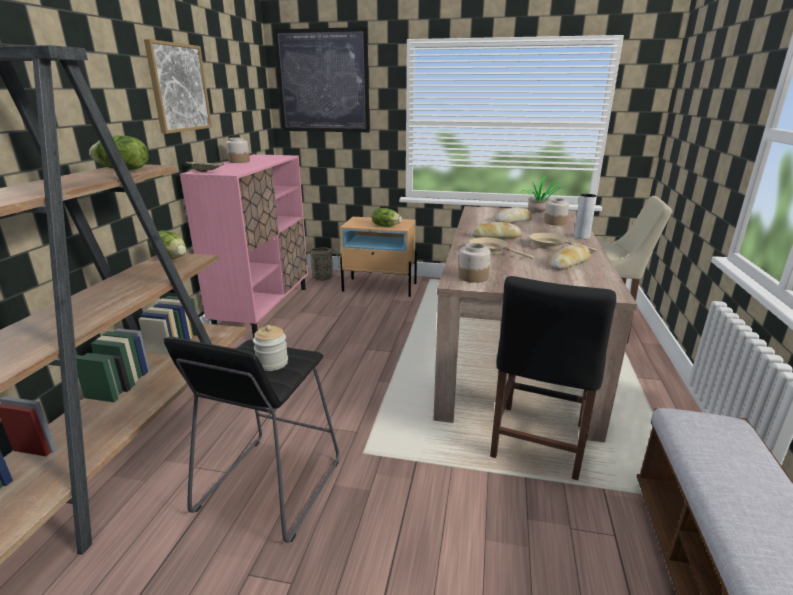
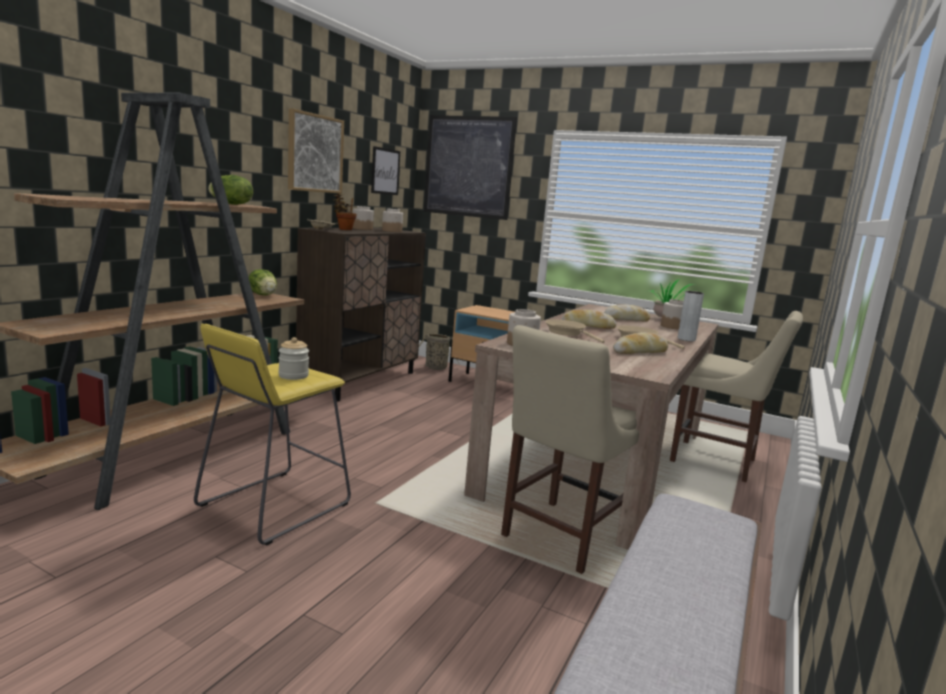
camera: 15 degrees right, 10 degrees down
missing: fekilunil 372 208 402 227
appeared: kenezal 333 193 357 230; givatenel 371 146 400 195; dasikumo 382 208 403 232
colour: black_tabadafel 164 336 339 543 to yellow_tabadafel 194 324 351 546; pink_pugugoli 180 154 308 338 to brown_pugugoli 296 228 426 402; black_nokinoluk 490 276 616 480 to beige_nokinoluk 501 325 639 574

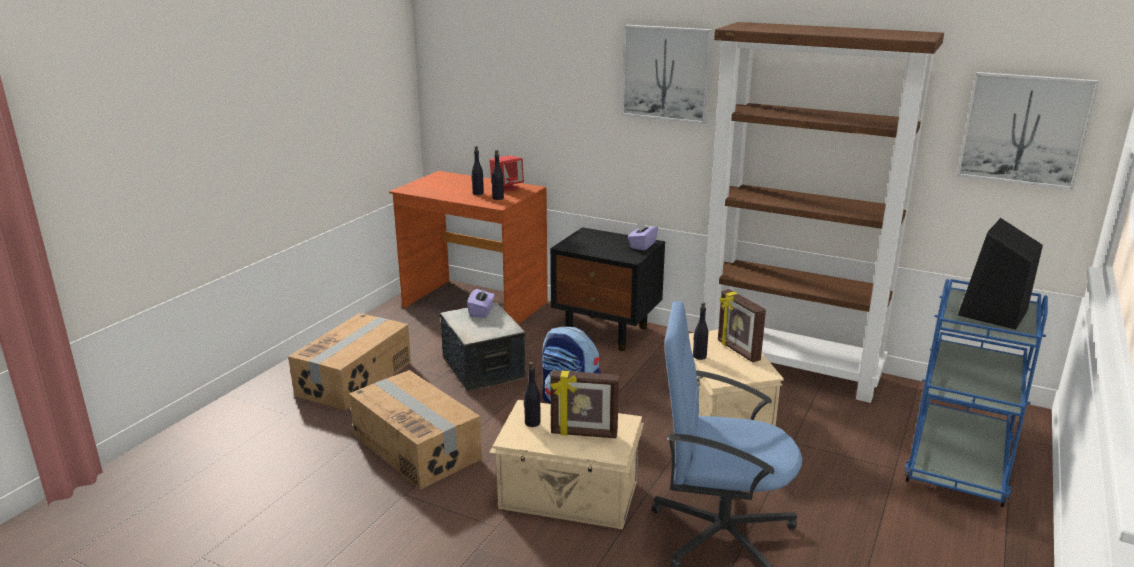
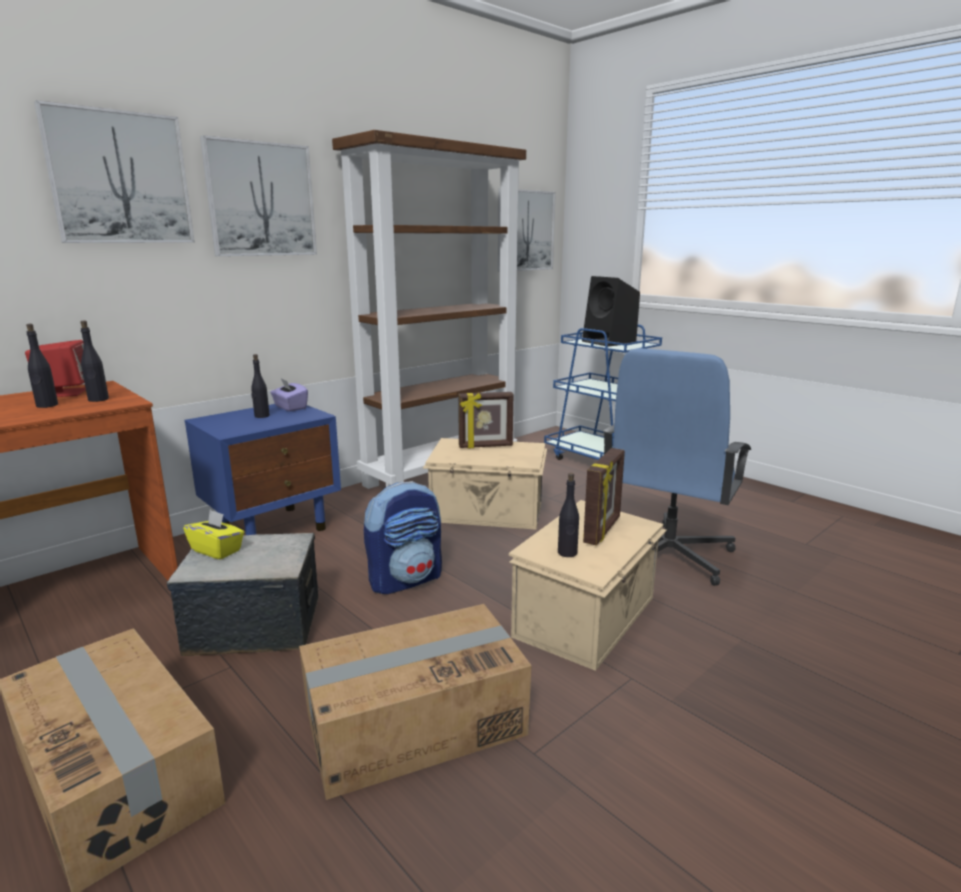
camera: 70 degrees left, 5 degrees down
appeared: givatenel 34 100 195 243
relocated: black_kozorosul 693 302 708 360 to 251 354 270 418
colour: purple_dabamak 467 287 495 318 to yellow_dabamak 183 510 244 560; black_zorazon 550 227 665 351 to blue_zorazon 184 404 341 535

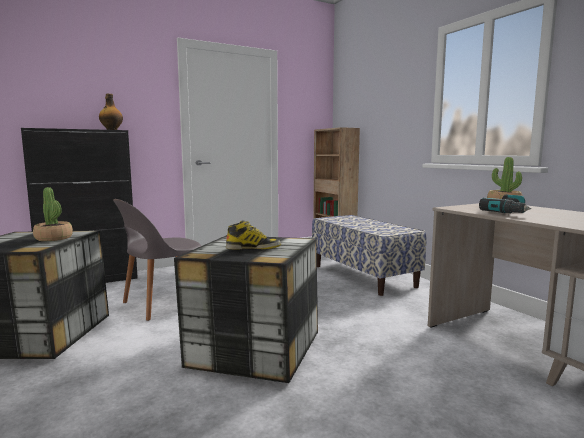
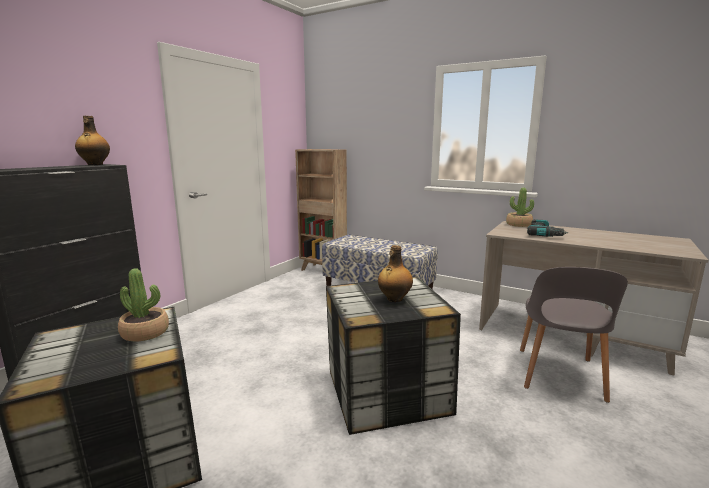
camera: 30 degrees left, 5 degrees up
relocated: grey_nokinoluk 113 199 201 321 to 520 267 628 403
exchanged: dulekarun 226 220 281 250 to kozorosul 378 245 413 302

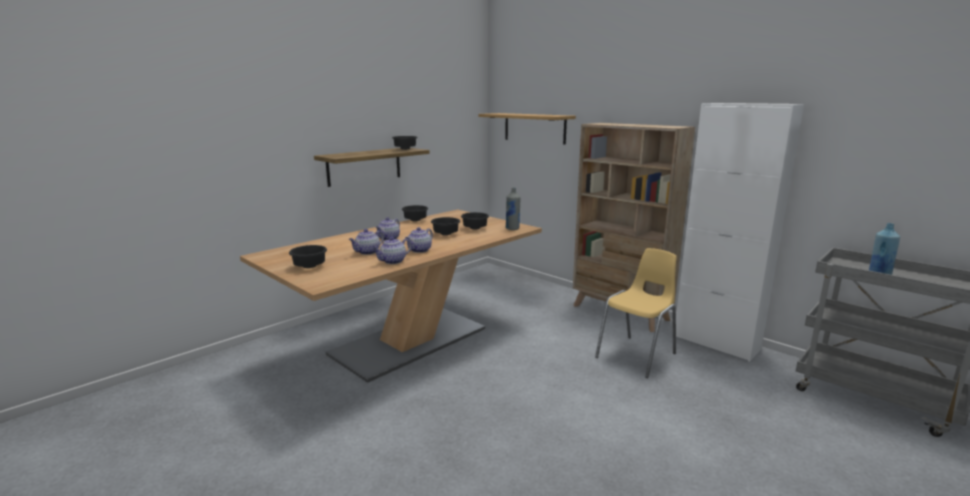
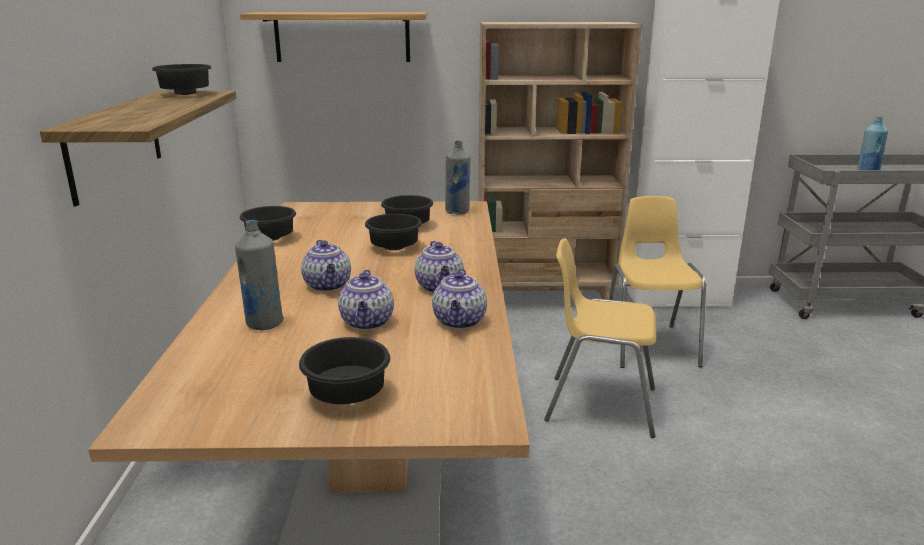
camera: 45 degrees left, 5 degrees up
appeared: grey_kozorosul 235 220 284 330; yellow_nokinoluk 544 238 656 438

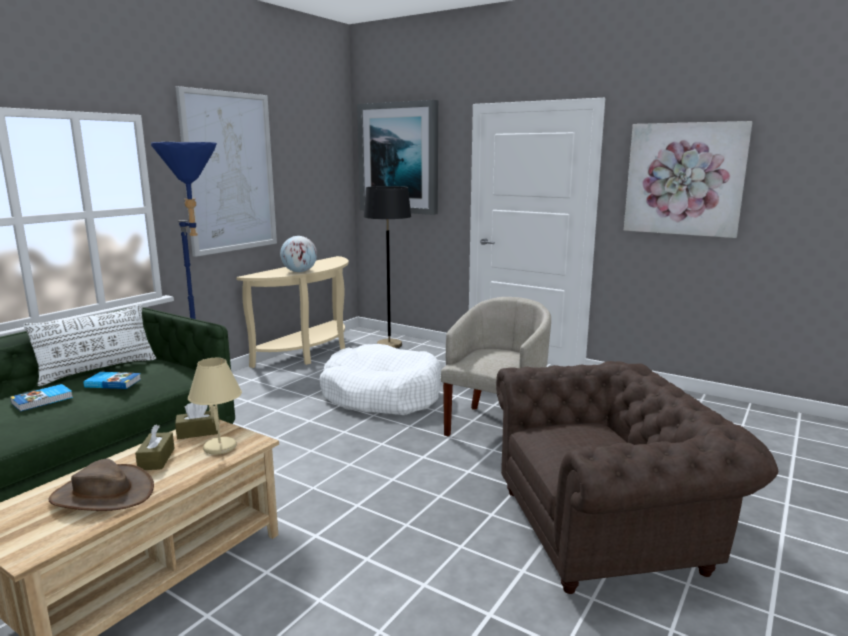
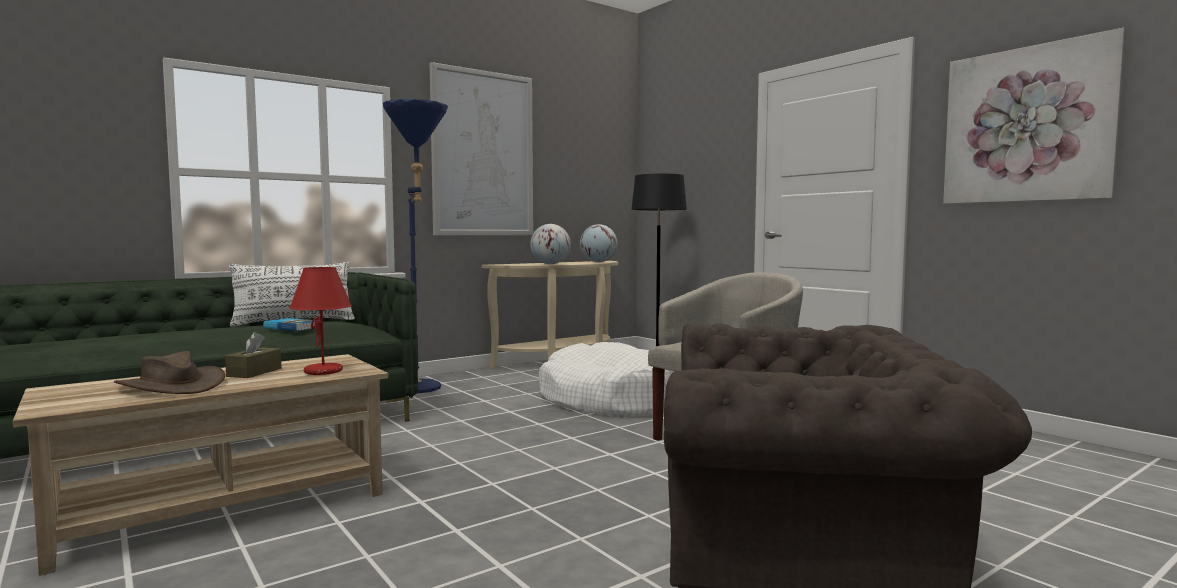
camera: 20 degrees right, 10 degrees down
missing: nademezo 10 384 73 411; brown_dabamak 175 403 219 439; givatenel 357 100 438 215
appeared: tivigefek 580 224 617 262
colour: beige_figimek 188 358 242 455 to red_figimek 290 267 352 375

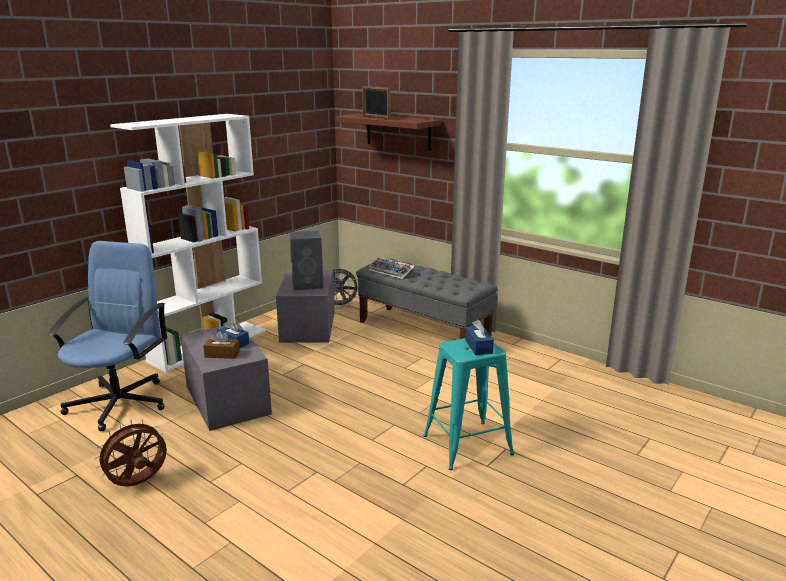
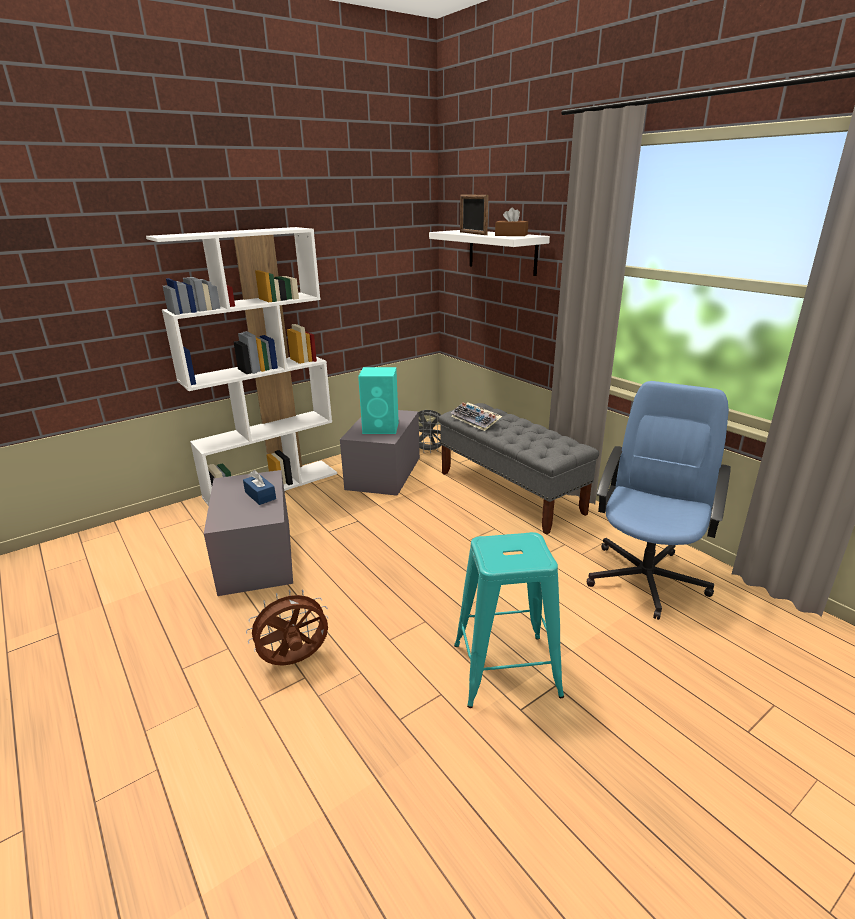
camera: 15 degrees right, 5 degrees up
missing: blue_dabamak 465 320 494 355
relocated: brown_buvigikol 94 419 167 487 to 246 589 329 666; brown_dabamak 203 331 240 359 to 495 207 528 236; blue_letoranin 48 241 167 431 to 587 381 731 620
colour: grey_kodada 289 231 324 291 to turquoise_kodada 358 367 399 434; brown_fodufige 335 113 441 151 to white_fodufige 429 230 550 276

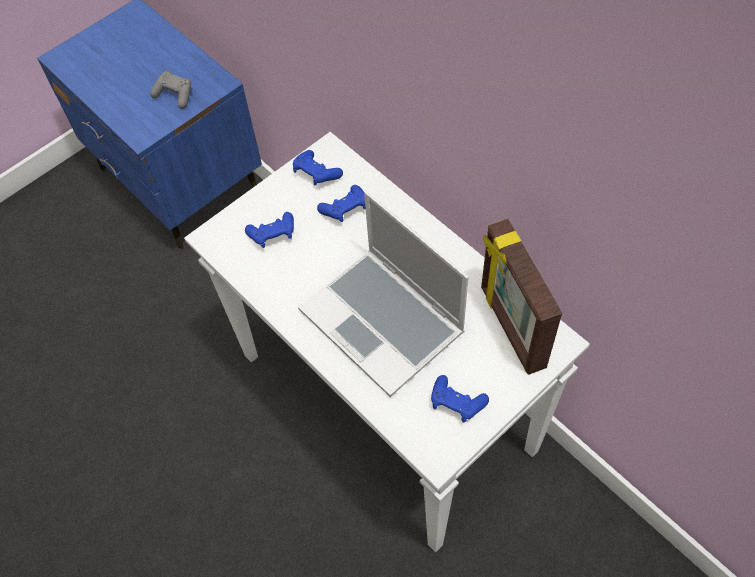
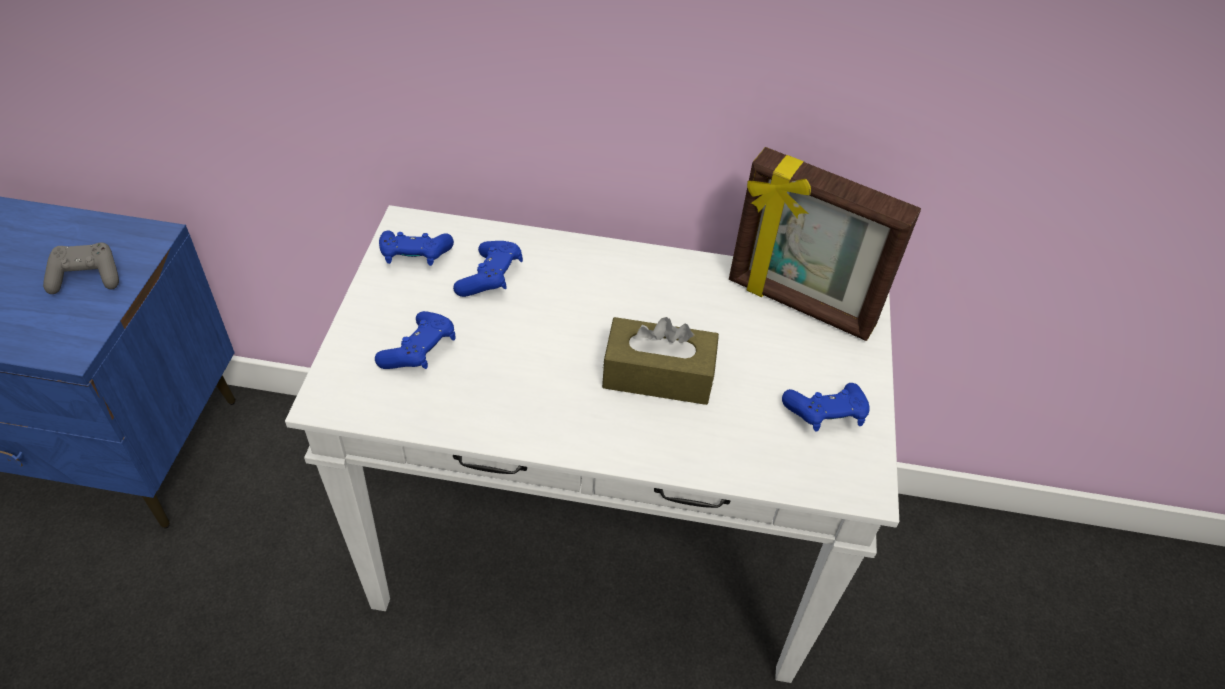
camera: 45 degrees left, 10 degrees down
exchanged: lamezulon 298 191 469 397 to brown_dabamak 602 317 719 405

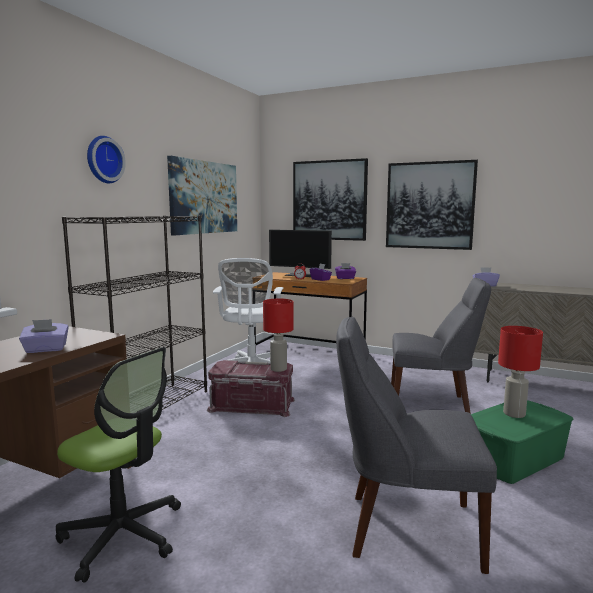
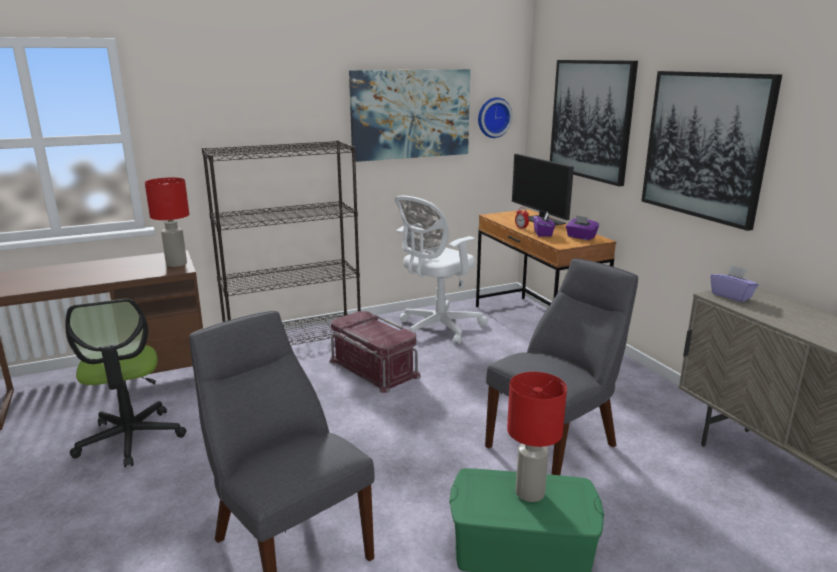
camera: 40 degrees right, 10 degrees up
missing: purple_dabamak 19 319 69 353
relocated: red_figimek 263 298 294 372 to 145 178 189 267; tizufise 87 136 126 183 to 478 97 513 138
spun: grey_nokinoluk 391 278 491 414 = 485 259 638 475 90 degrees counterclockwise

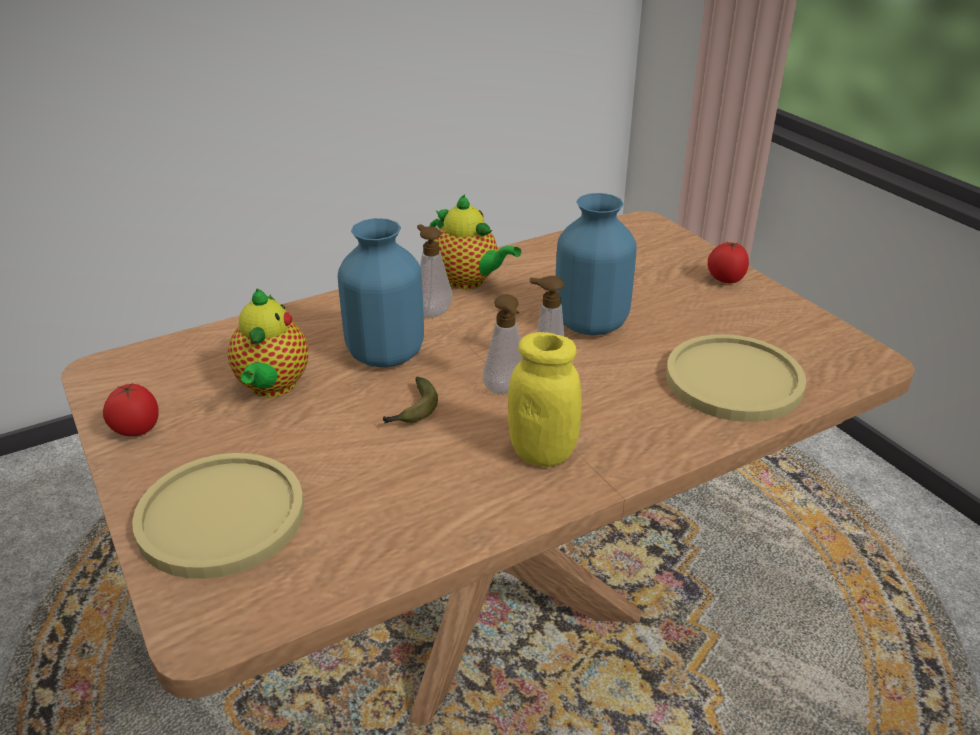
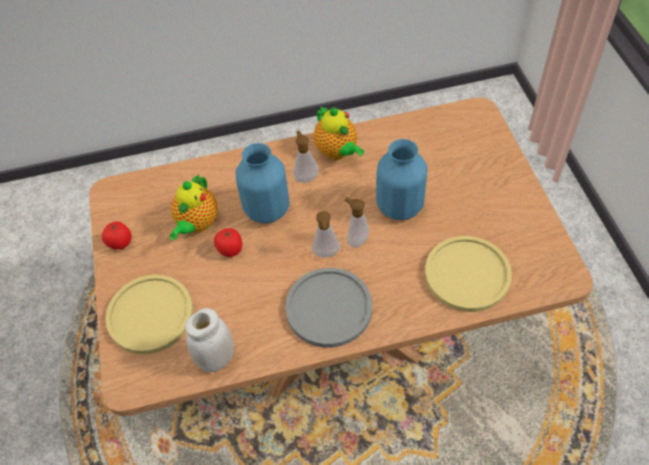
camera: 20 degrees right, 20 degrees up
missing: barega 383 377 438 424
appeared: white_dasikumo 185 308 234 372
relocated: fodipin 708 242 749 283 to 214 228 242 257
exchanged: yellow_dasikumo 508 332 582 467 to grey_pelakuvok 285 268 372 348

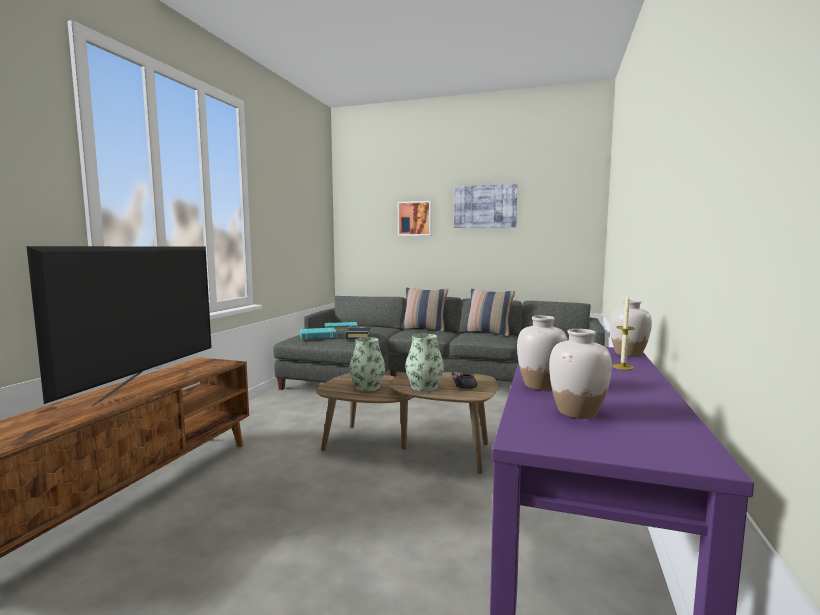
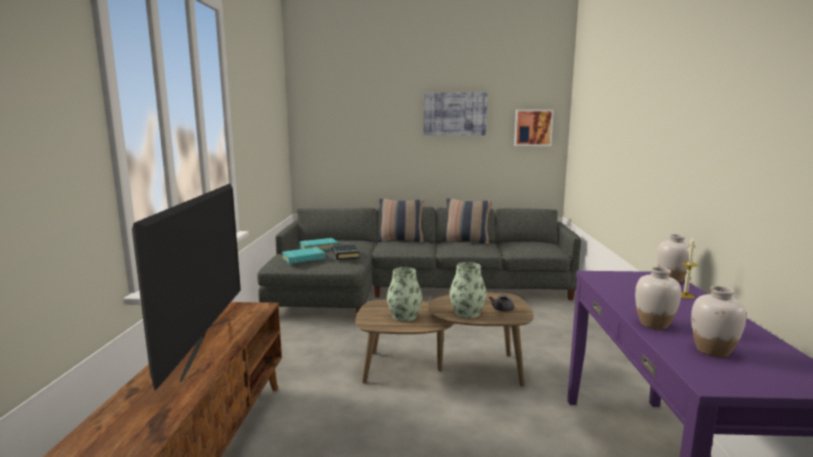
camera: 15 degrees left, 5 degrees up
relocated: givatenel 398 201 432 236 to 514 110 554 146

